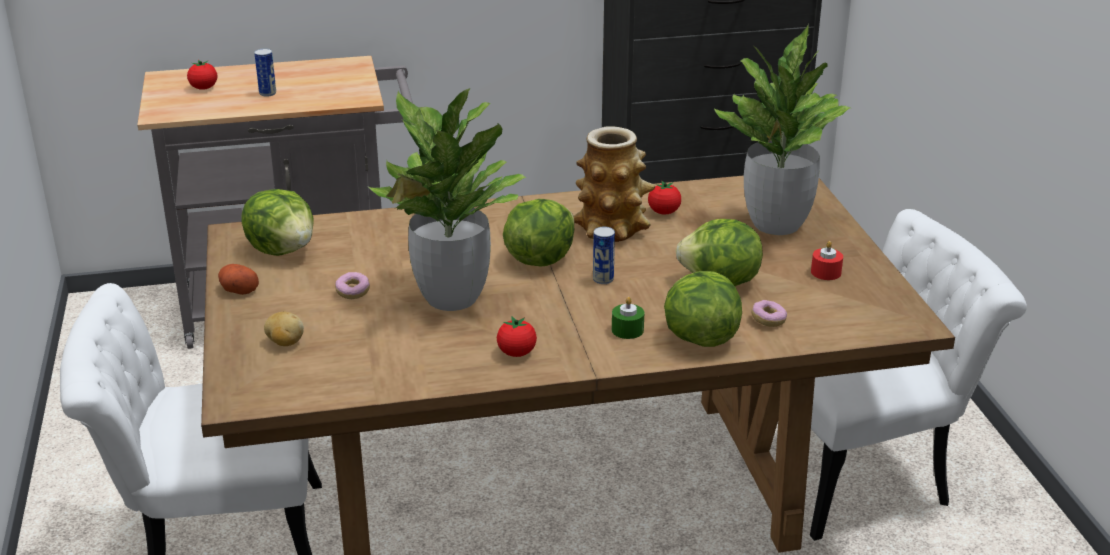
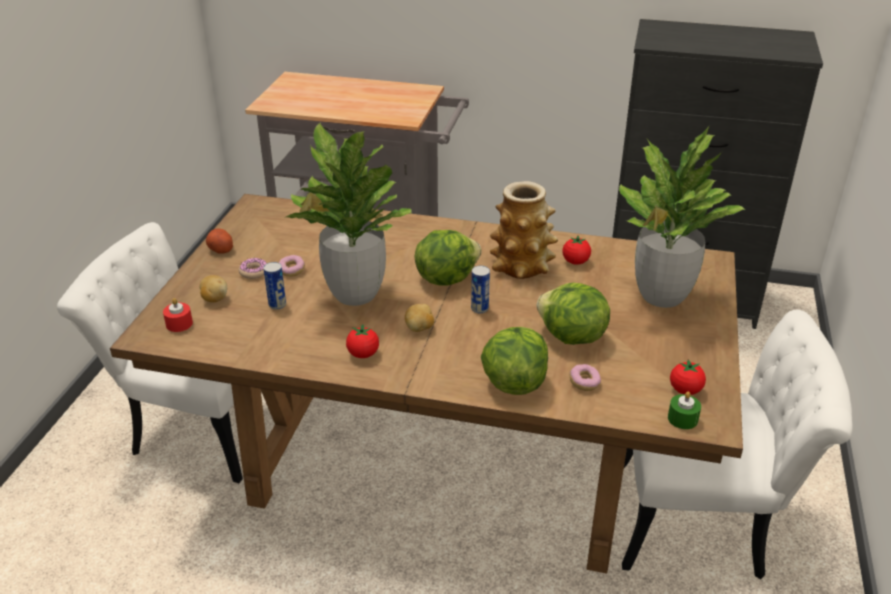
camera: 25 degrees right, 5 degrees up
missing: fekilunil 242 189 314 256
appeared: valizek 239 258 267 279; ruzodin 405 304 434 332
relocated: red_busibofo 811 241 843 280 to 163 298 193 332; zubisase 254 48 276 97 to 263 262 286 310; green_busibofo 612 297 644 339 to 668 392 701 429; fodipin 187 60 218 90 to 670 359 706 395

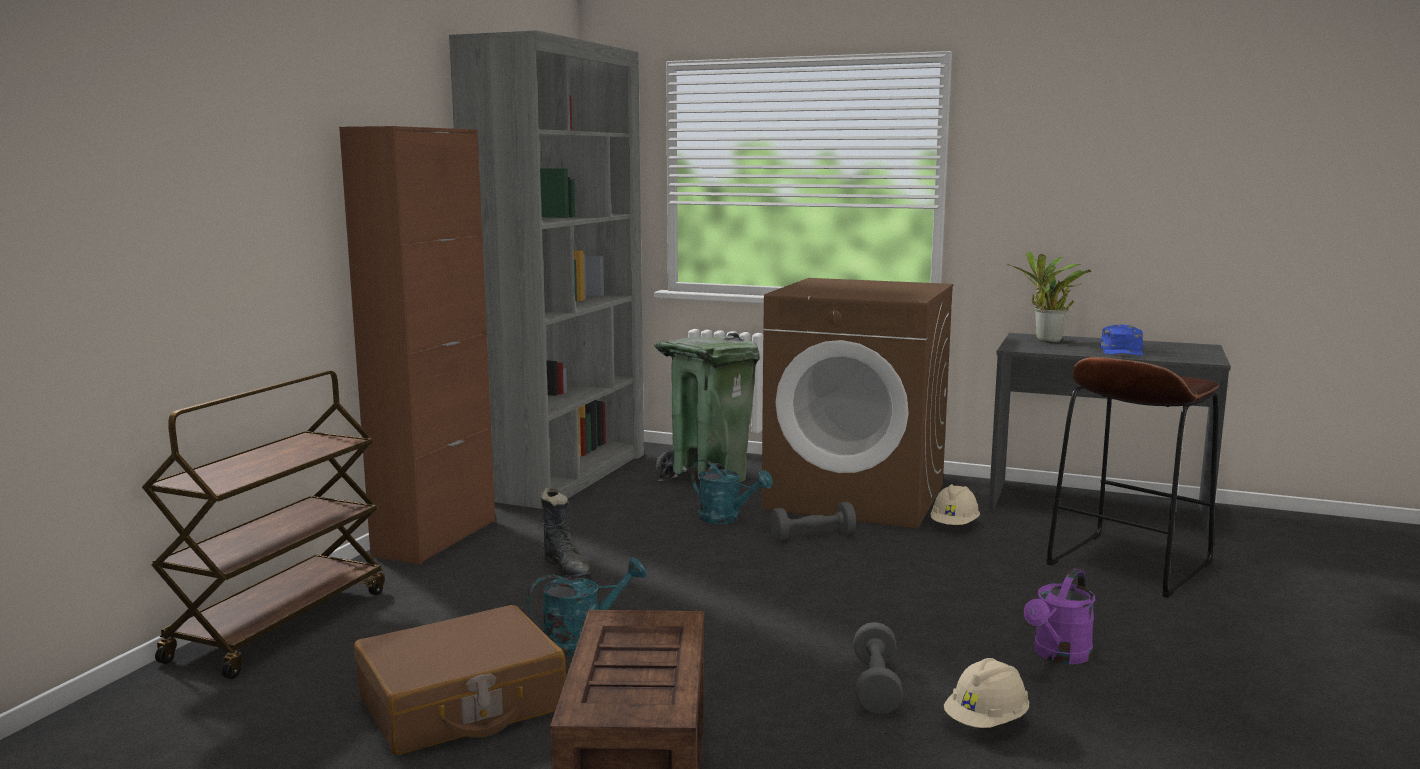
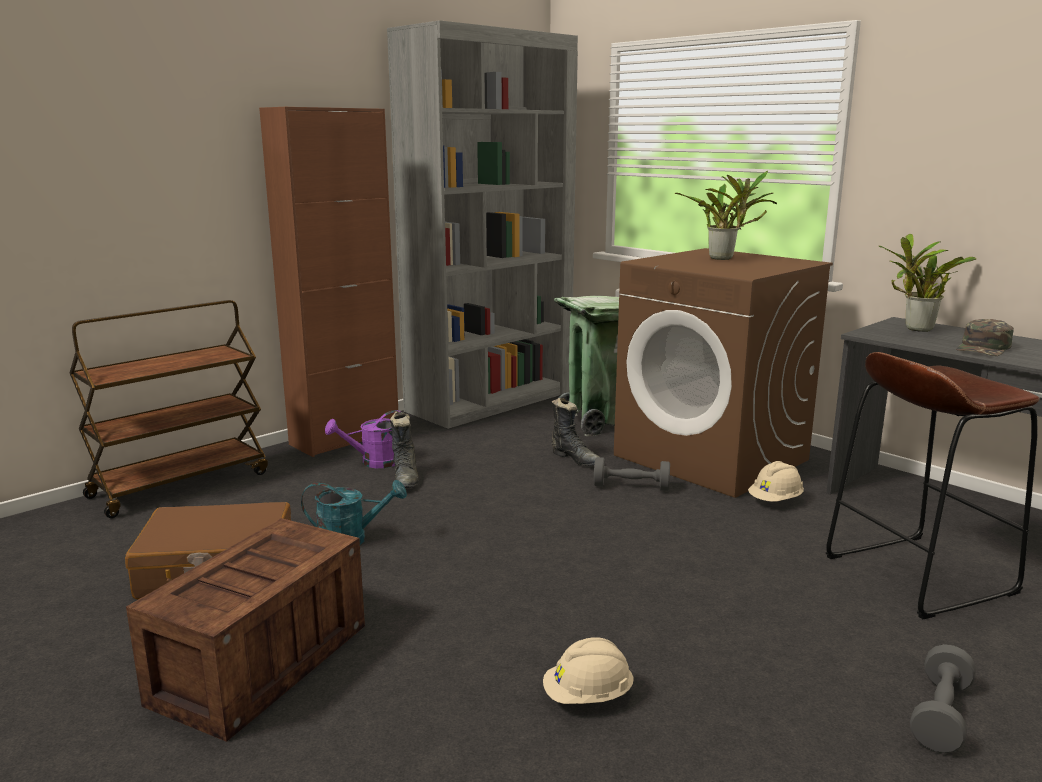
camera: 25 degrees right, 5 degrees up
appeared: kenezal 675 171 777 260
relocated: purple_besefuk 1024 569 1095 664 to 325 410 401 468; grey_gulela 854 622 903 715 to 910 644 976 753
exchanged: turquoise_besefuk 691 459 773 524 to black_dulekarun 551 398 600 466
colour: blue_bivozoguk 1100 324 1143 356 to green_bivozoguk 956 319 1014 356

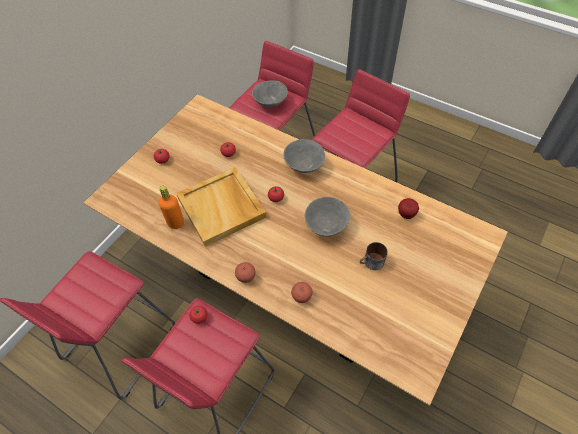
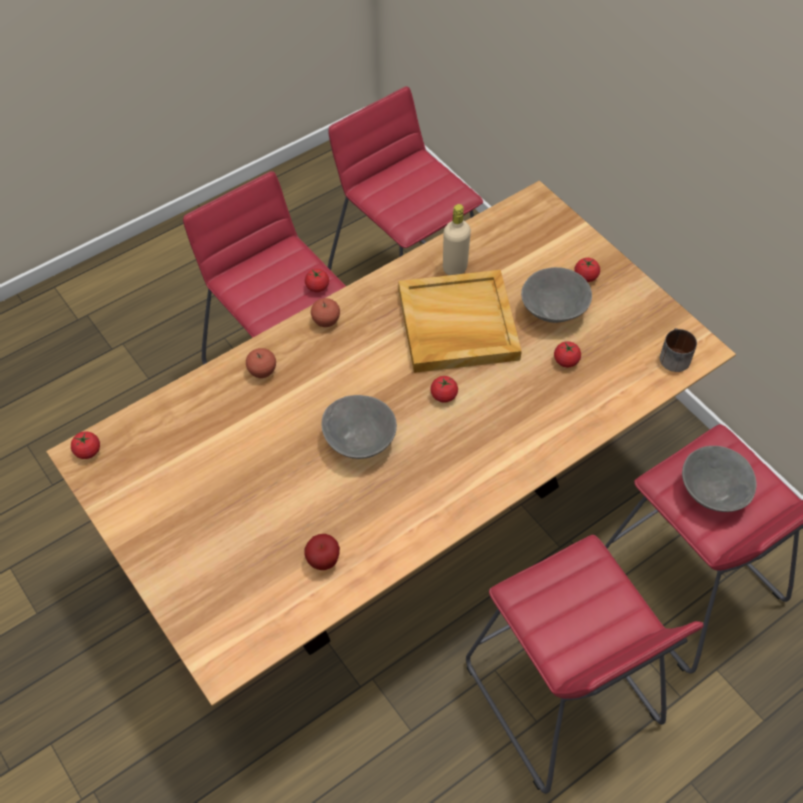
camera: 110 degrees right, 0 degrees up
appeared: fodipin 71 431 100 459
relocated: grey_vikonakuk 283 139 325 173 to 521 267 592 323; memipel 360 242 388 270 to 660 328 697 372
colour: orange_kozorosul 159 186 184 229 to beige_kozorosul 443 204 471 275

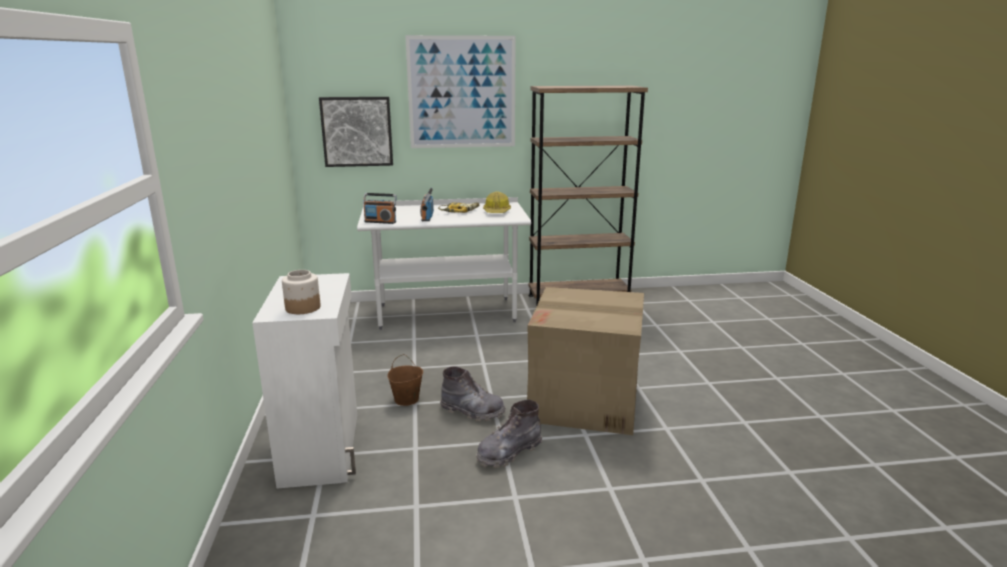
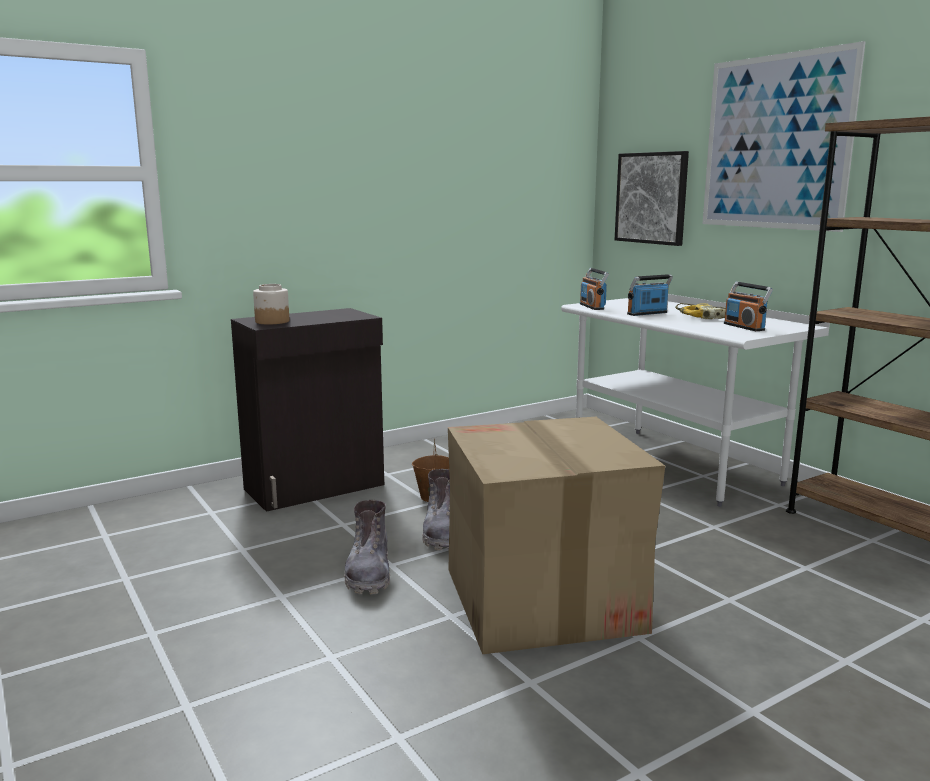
camera: 65 degrees right, 5 degrees down
exchanged: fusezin 483 192 511 213 to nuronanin 724 282 773 331
colour: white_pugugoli 252 273 357 489 to black_pugugoli 231 308 384 511
spun: grey_dulekarun 476 399 542 468 = 344 500 390 595 120 degrees counterclockwise

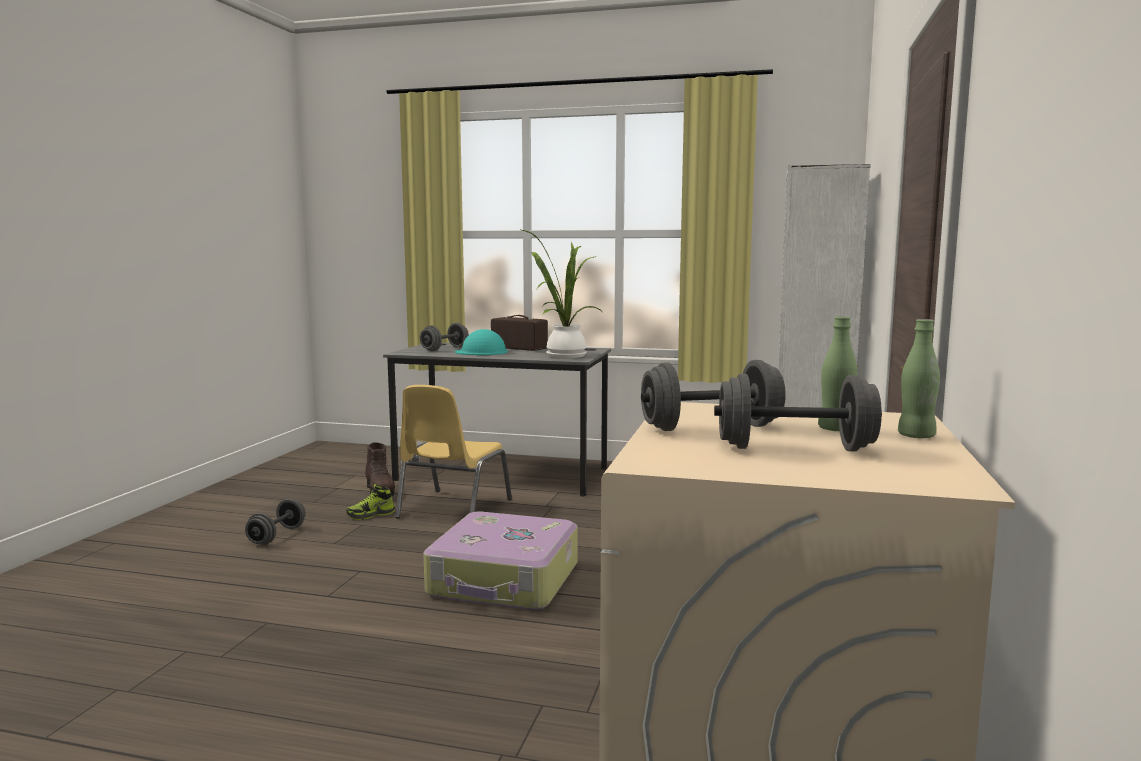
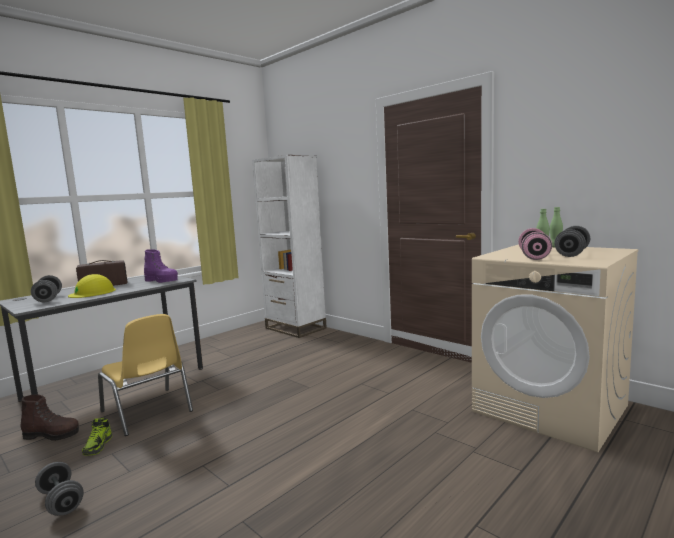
camera: 60 degrees left, 0 degrees up
missing: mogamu 423 512 578 610
exchanged: kenezal 522 230 601 358 to purple_dulekarun 144 250 178 283
colour: turquoise_fusezin 455 329 508 355 to yellow_fusezin 68 274 116 298; grey_gulela 641 360 786 431 to pink_gulela 518 228 552 260

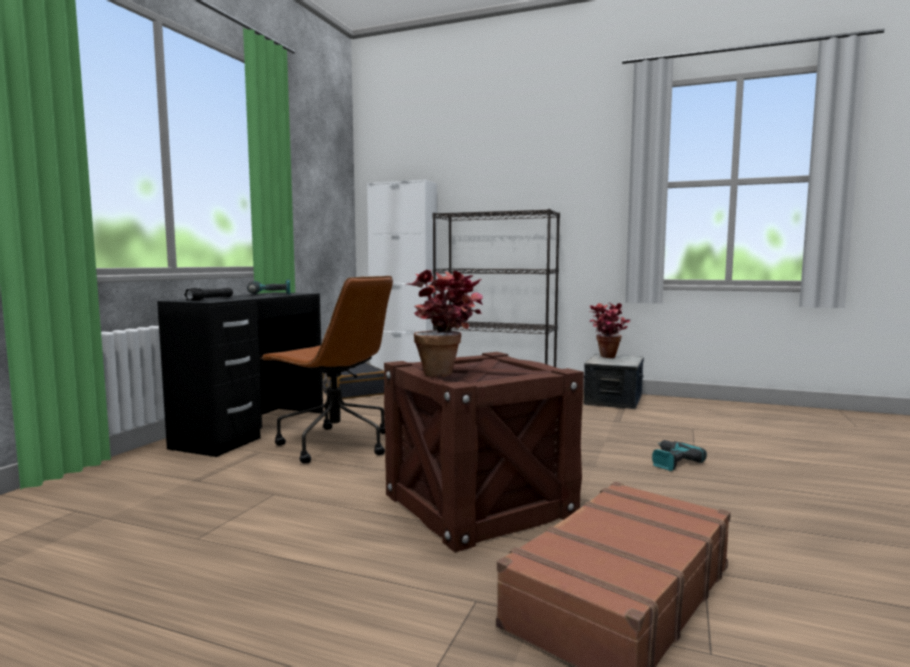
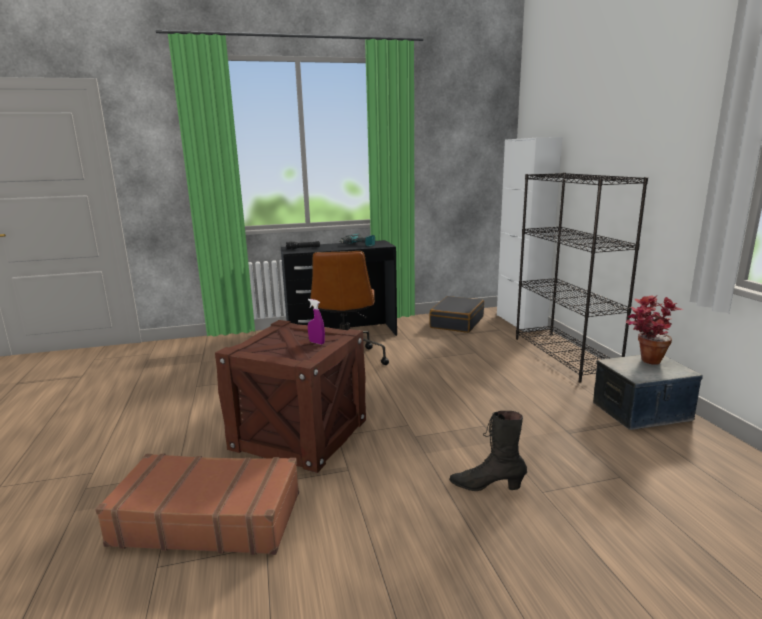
camera: 55 degrees right, 10 degrees up
missing: kenezal 408 270 483 378
appeared: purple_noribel 308 299 325 344
exchanged: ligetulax 652 440 707 471 to black_dulekarun 449 411 527 491

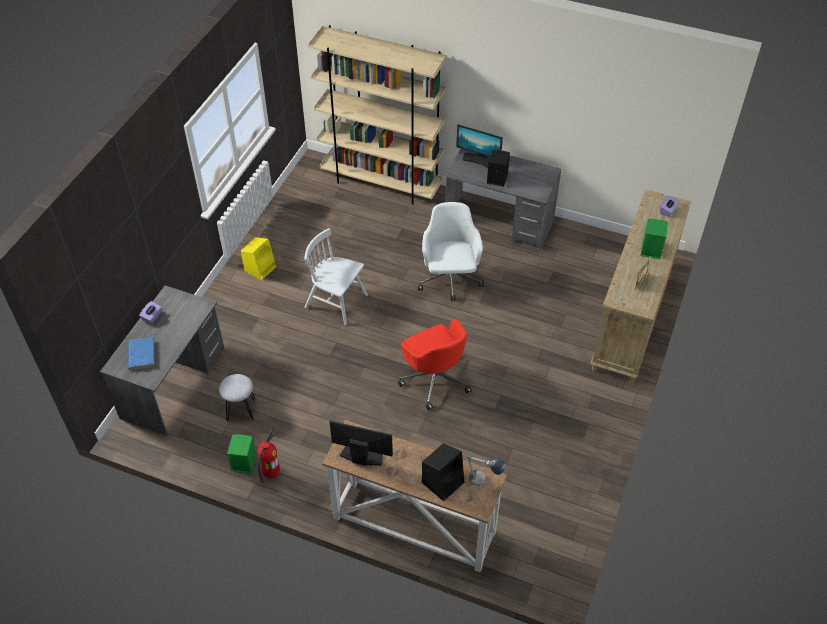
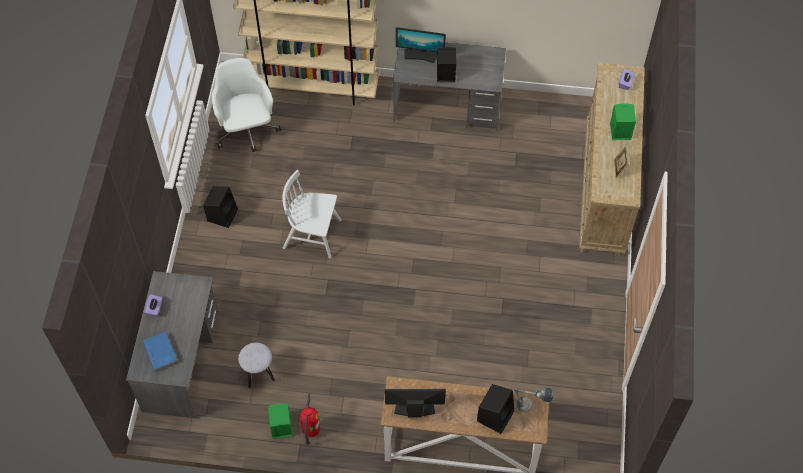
camera: 15 degrees left, 10 degrees up
missing: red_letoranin 398 319 471 410
relocated: white_letoranin 418 202 484 301 to 212 58 281 152
colour: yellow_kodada 241 237 276 281 to black_kodada 203 186 238 228

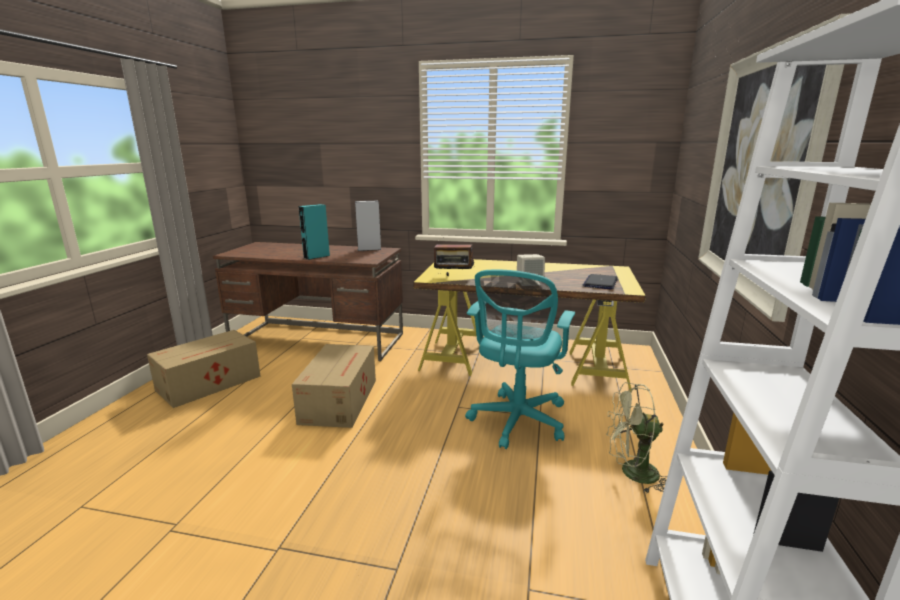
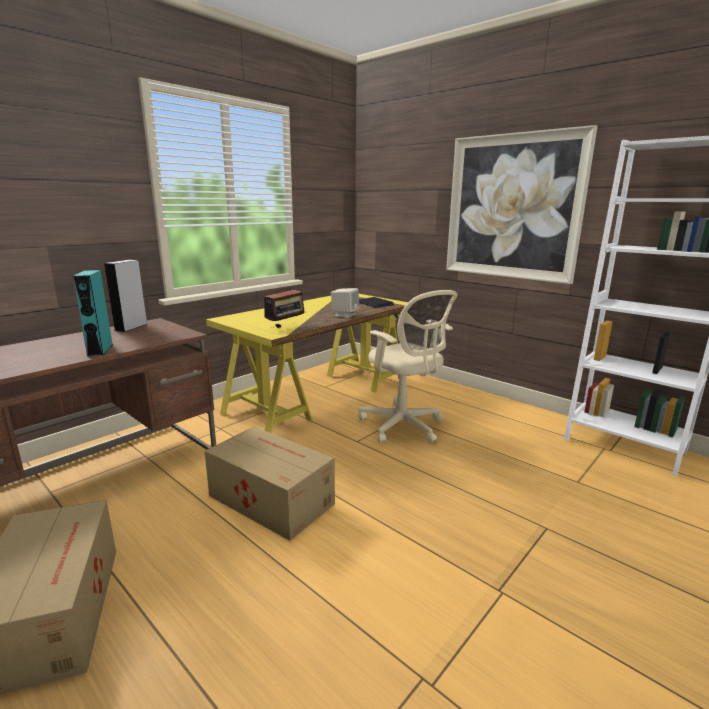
camera: 60 degrees left, 0 degrees up
missing: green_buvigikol 606 382 667 494
colour: turquoise_letoranin 465 269 575 449 to beige_letoranin 358 290 458 444

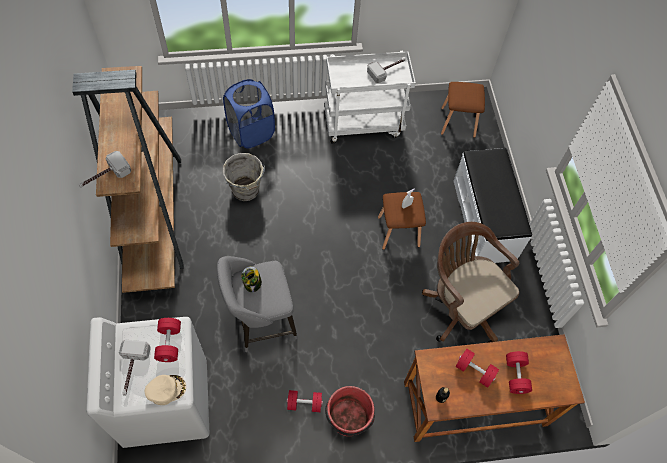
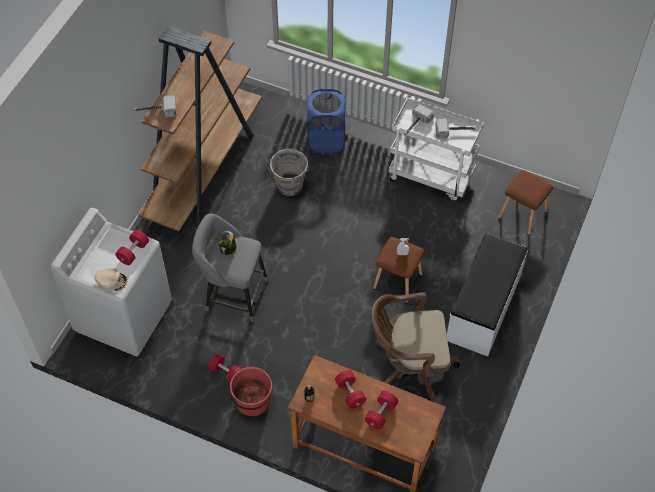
camera: 35 degrees right, 5 degrees down
relocated: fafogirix 119 340 151 396 to 404 104 434 136
spun: brown_letoranin 422 222 519 343 = 371 292 459 401 90 degrees counterclockwise

